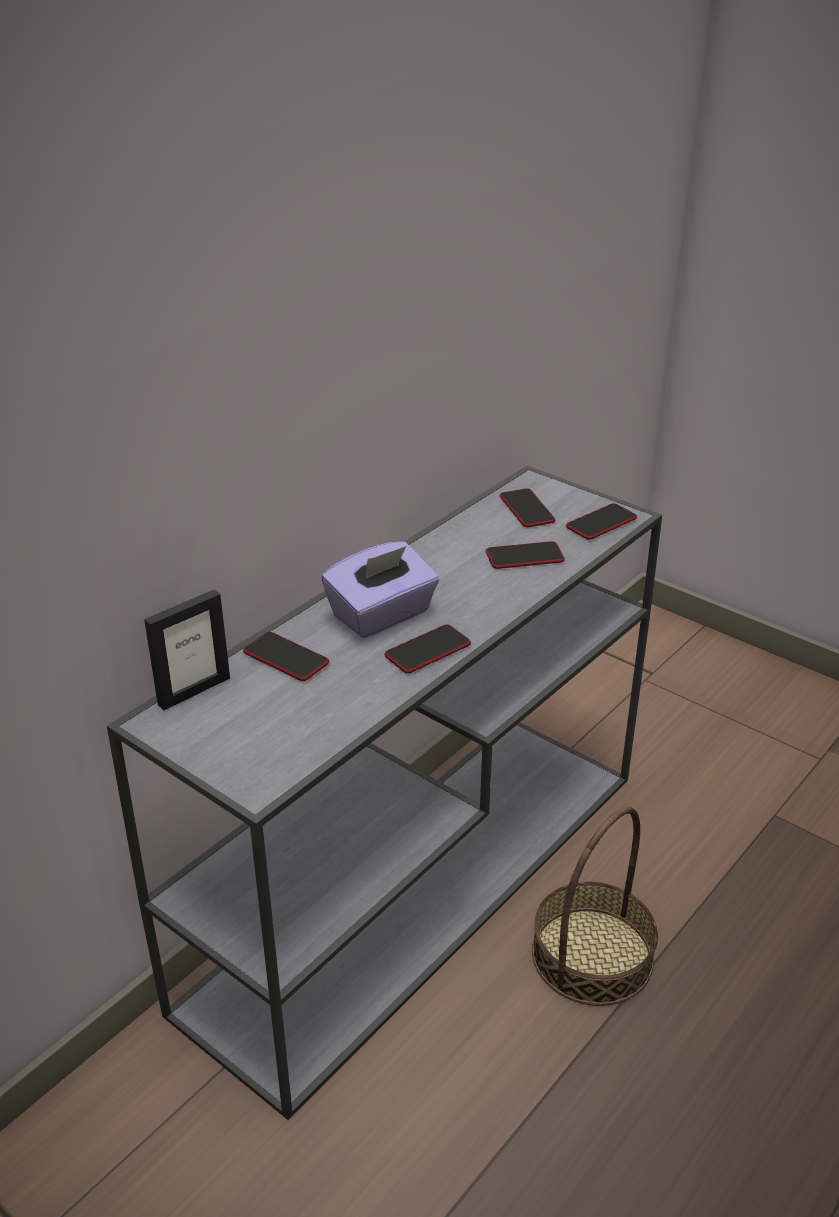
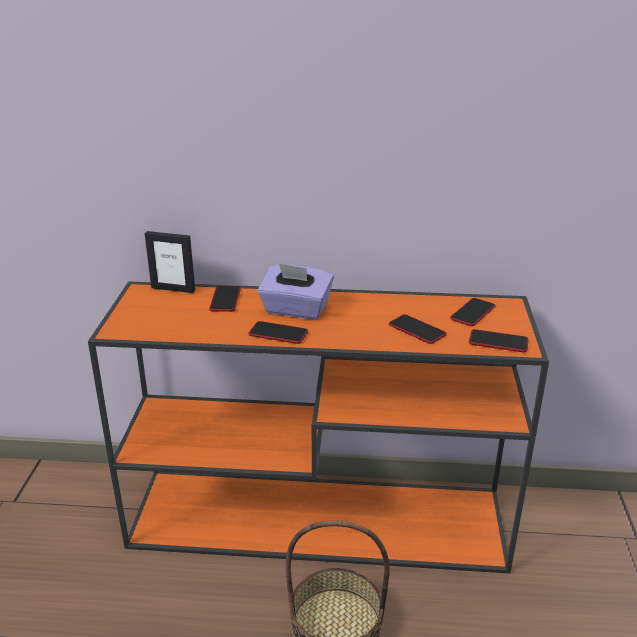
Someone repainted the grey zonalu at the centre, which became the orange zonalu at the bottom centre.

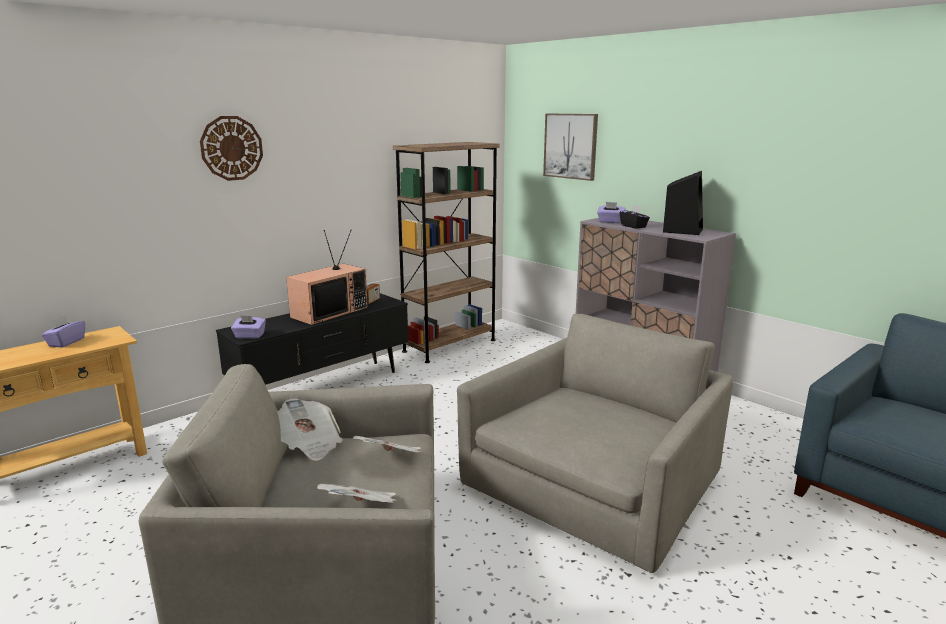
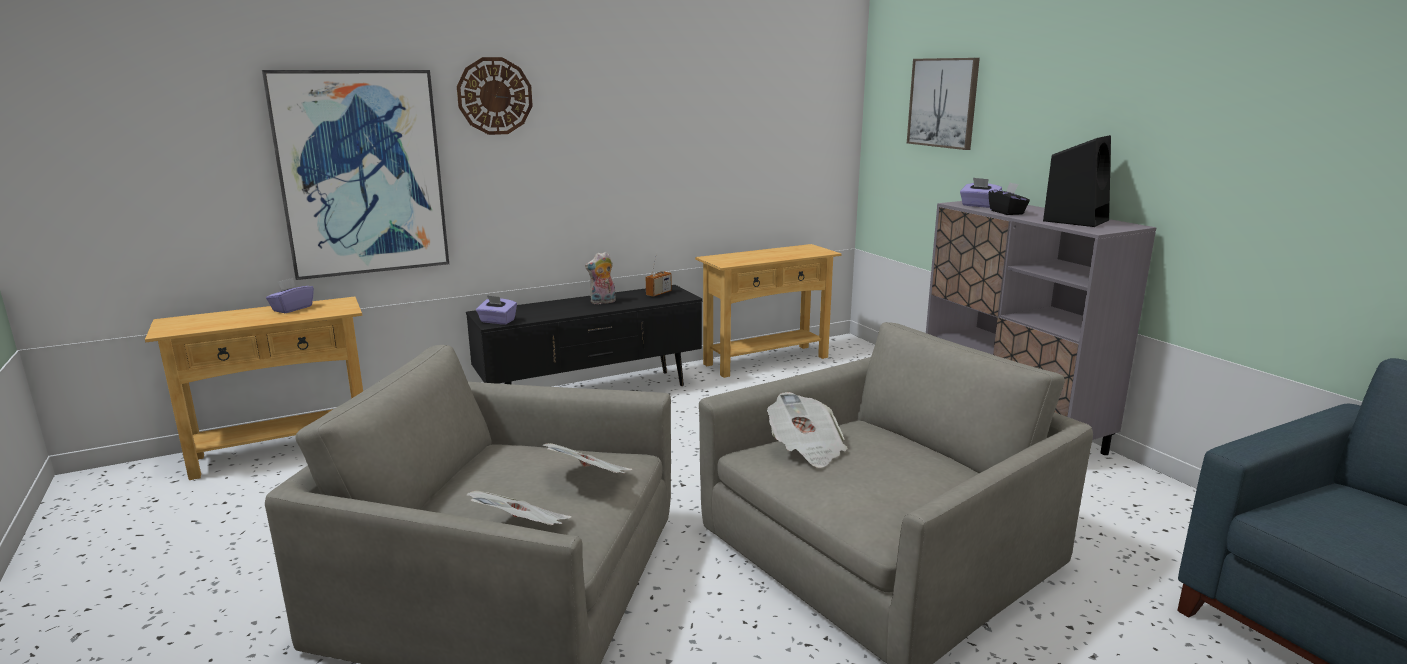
Someone swapped the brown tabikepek at the centre for the beige zonalu (no. 2 from left) at the centre. Someone swapped the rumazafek at the centre for the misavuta at the centre. Someone carried the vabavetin (no. 1 from left in the first image) from the bottom left to the centre. Someone put up the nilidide (no. 1 from left) at the top left.

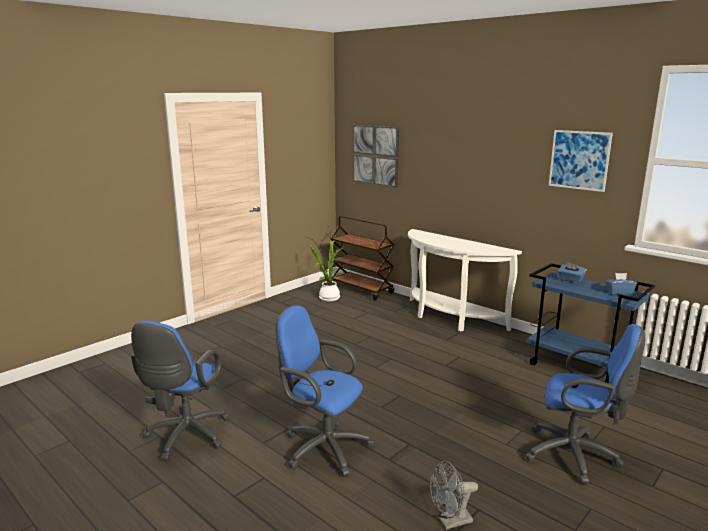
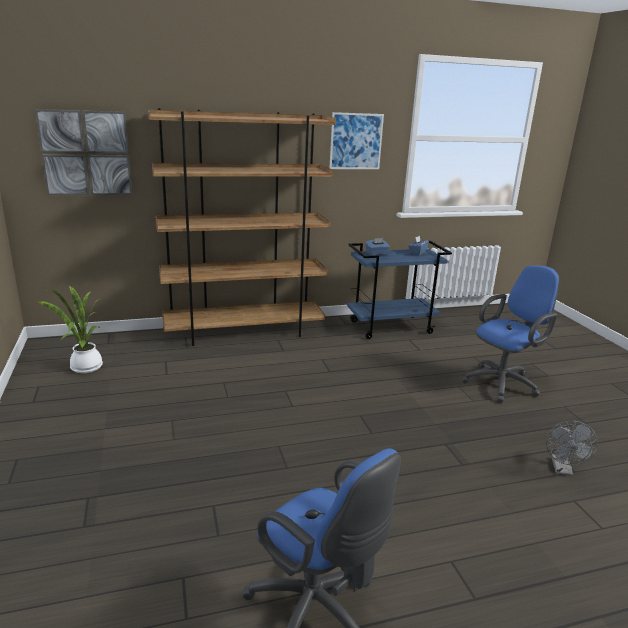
Someone took away the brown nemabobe at the centre. Someone swapped the white zonalu at the centre for the brown tabikepek at the centre. Someone took away the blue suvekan (no. 2 from left) at the bottom centre.

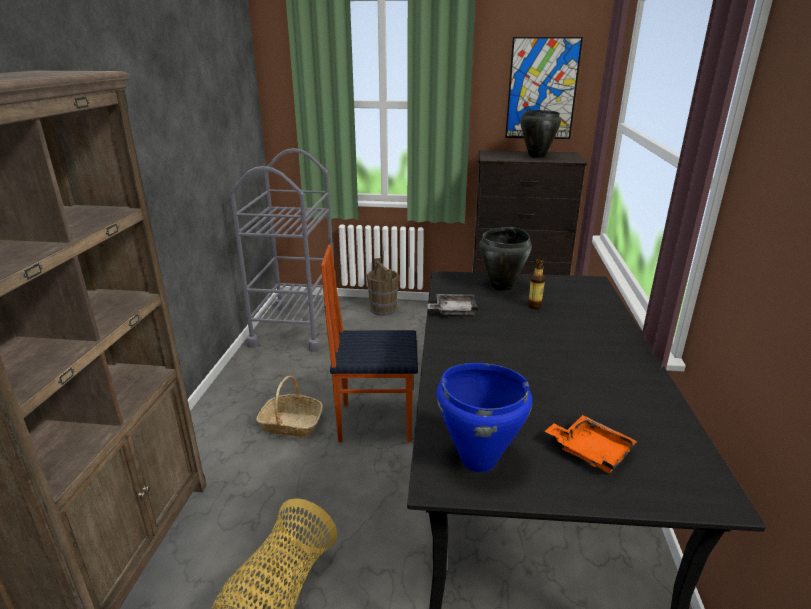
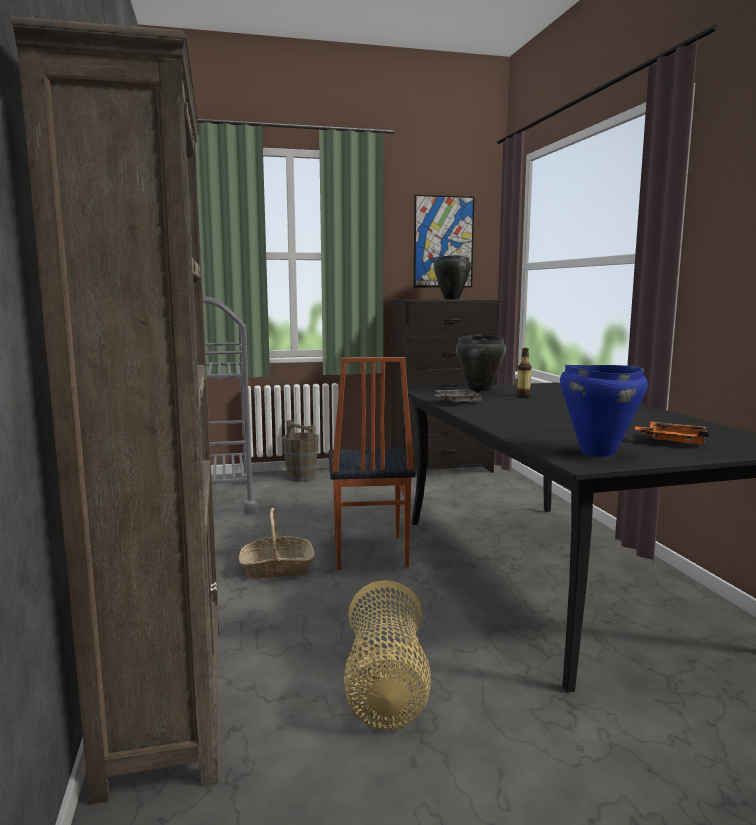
Someone rotated the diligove at the centre by 75 degrees counterclockwise.

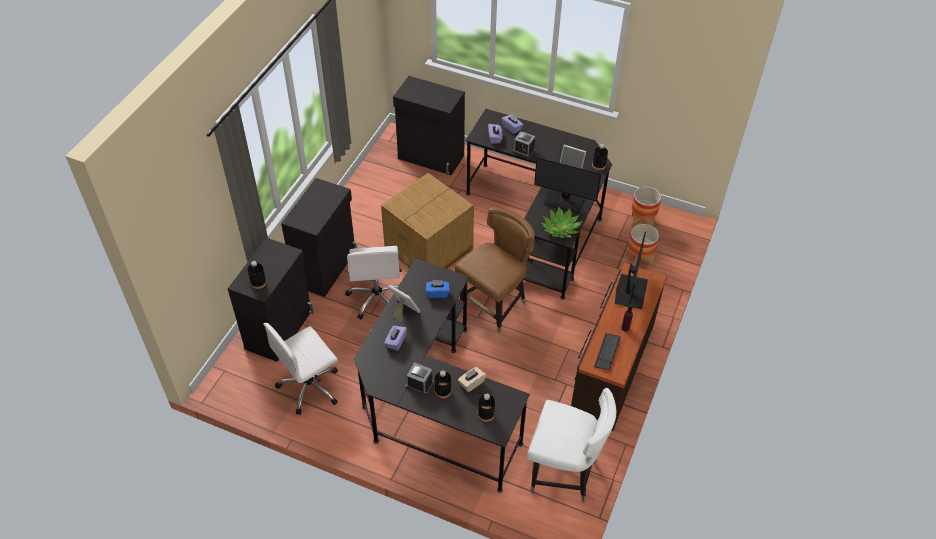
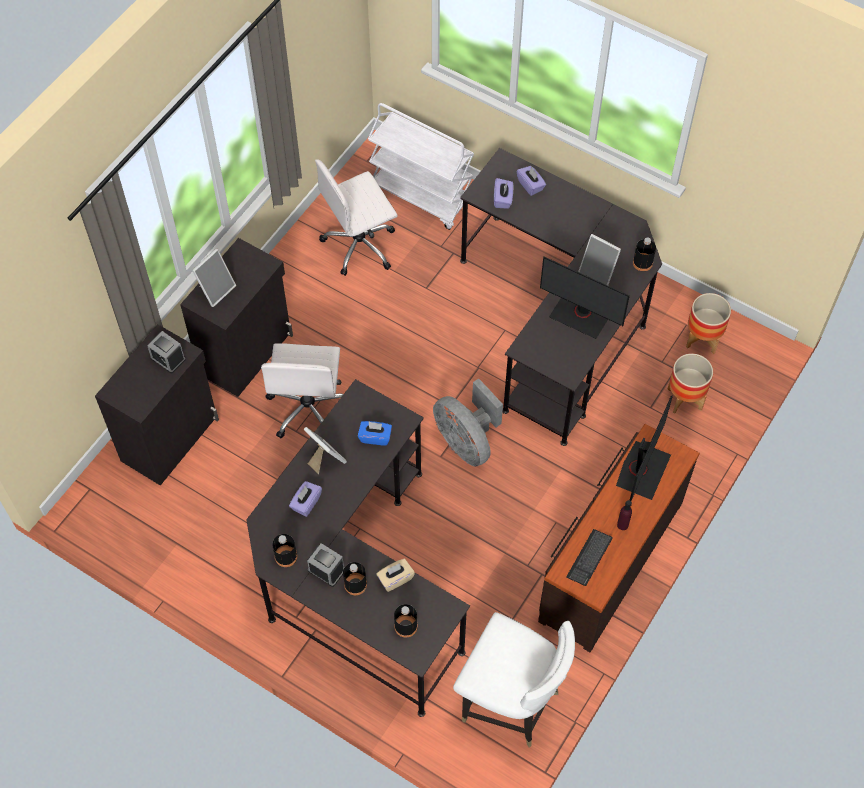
Someone swapped the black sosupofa (no. 3 from left) at the top centre for the white nemabobe at the top centre. Someone carried the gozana (no. 2 from left in the first image) from the top centre to the middle left. Someone took away the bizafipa at the centre. Someone took away the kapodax at the centre. Someone swapped the brown diligove at the centre for the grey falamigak at the centre. Someone carried the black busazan (no. 1 from left) from the middle left to the bottom left. Someone carried the white suvekan (no. 1 from left in the first image) from the bottom left to the top centre. Someone put down the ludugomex (no. 1 from left) at the middle left.

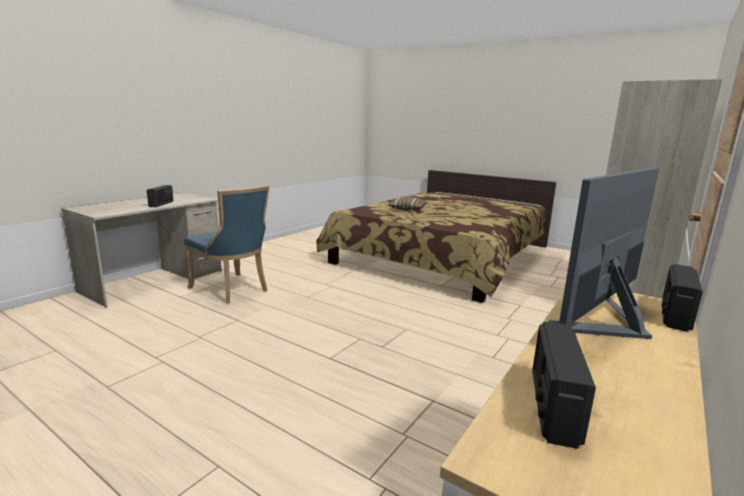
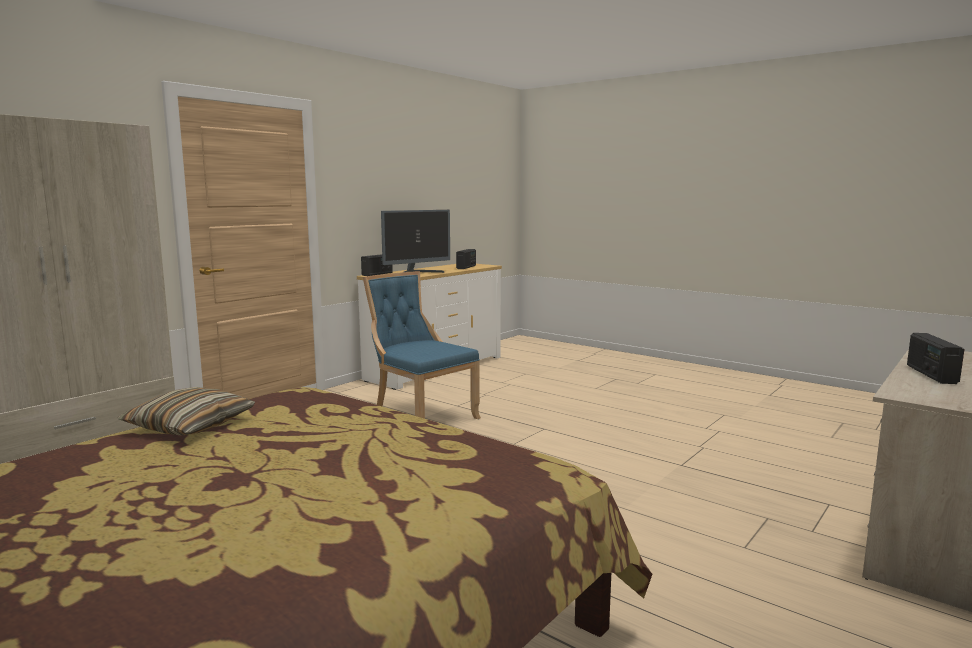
Someone carried the blue diligove from the middle left to the centre. Someone carried the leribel from the centre to the middle left.

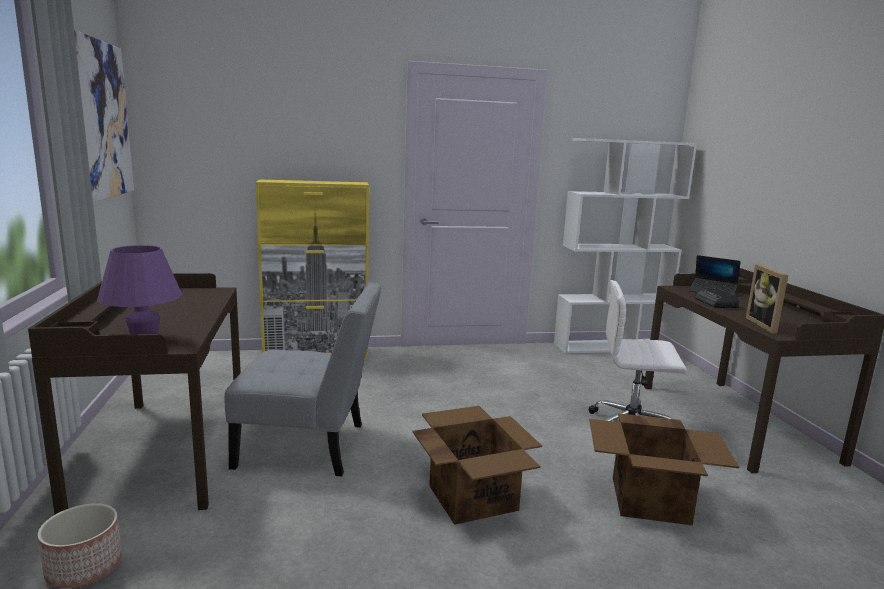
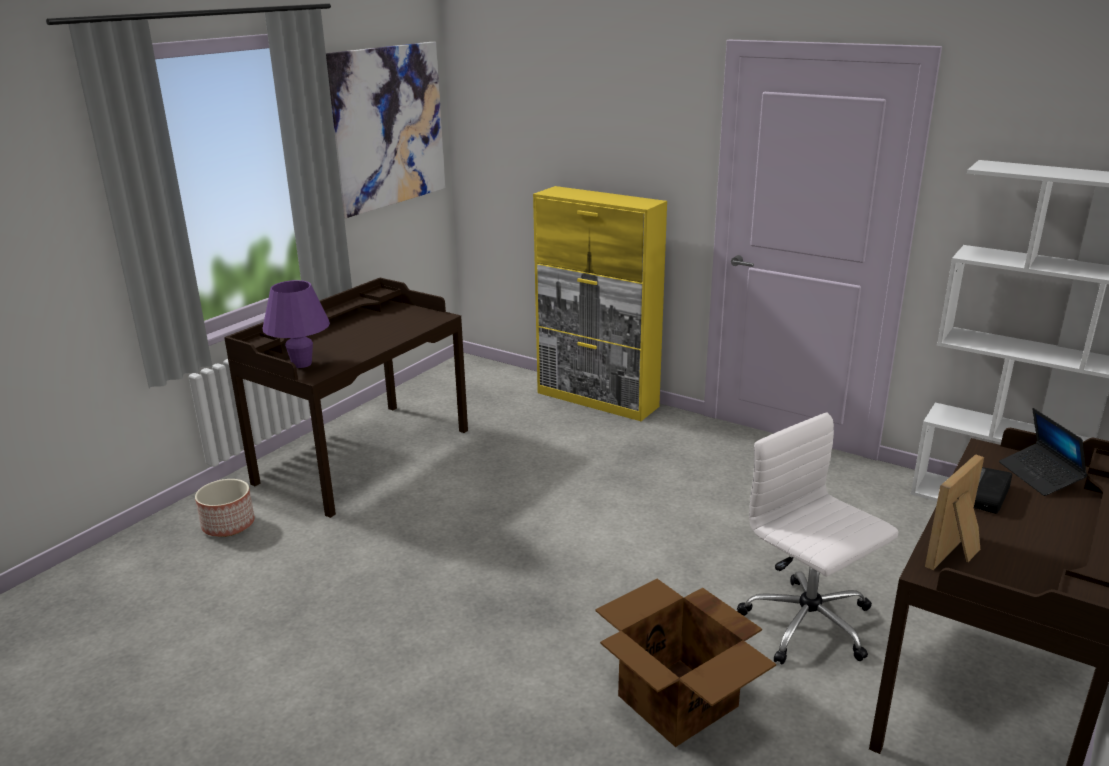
Someone took away the grey diligove at the centre. Someone took away the bizafipa (no. 1 from left) at the bottom centre.

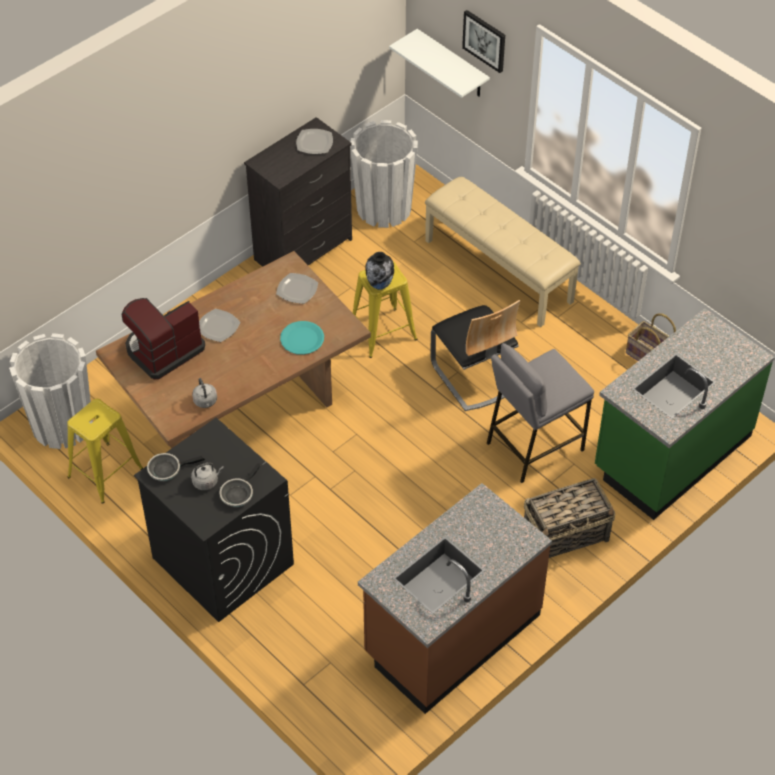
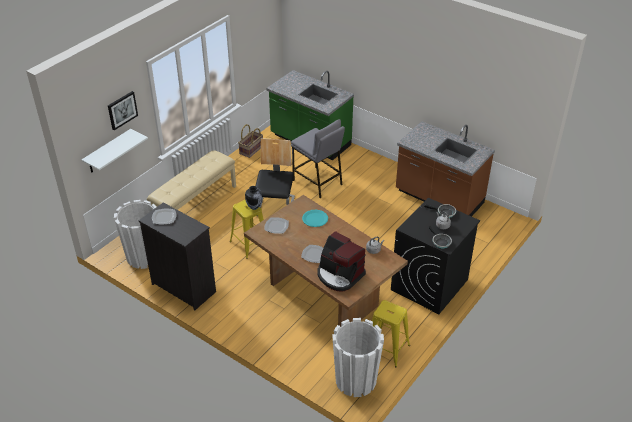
Someone rotated the diligove at the centre by 45 degrees counterclockwise. Someone took away the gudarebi (no. 1 from left) at the bottom right.

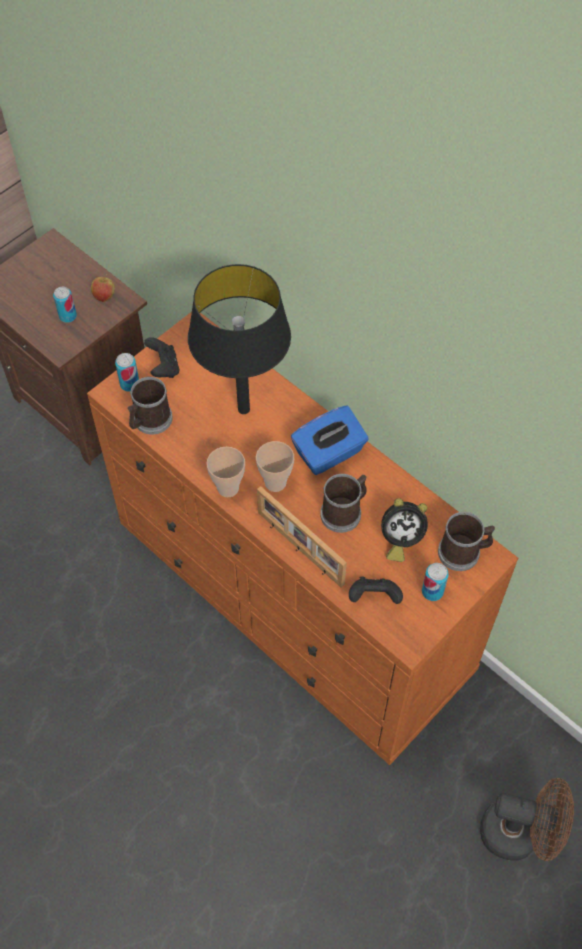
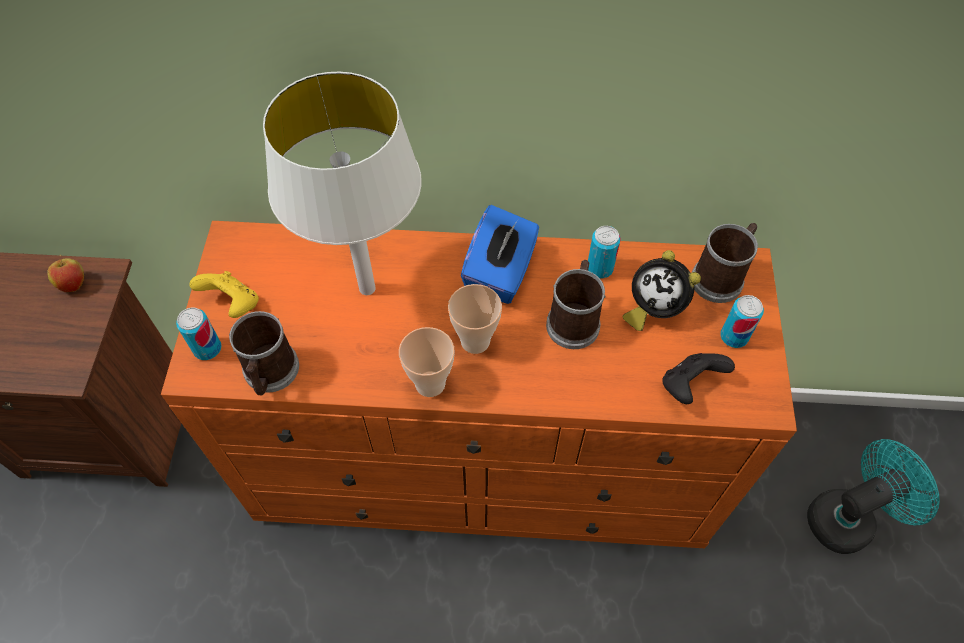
Someone repainted the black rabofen at the centre, which became the white rabofen at the top centre. Someone carried the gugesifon (no. 1 from left in the first image) from the top left to the centre. Someone repainted the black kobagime (no. 1 from left) at the middle left, which became the yellow kobagime at the middle left. Someone took away the ludugomex at the centre. Someone rotated the gozana at the middle right by 75 degrees clockwise. Someone repainted the brown falamigak at the bottom right, which became the turquoise falamigak at the bottom right.

